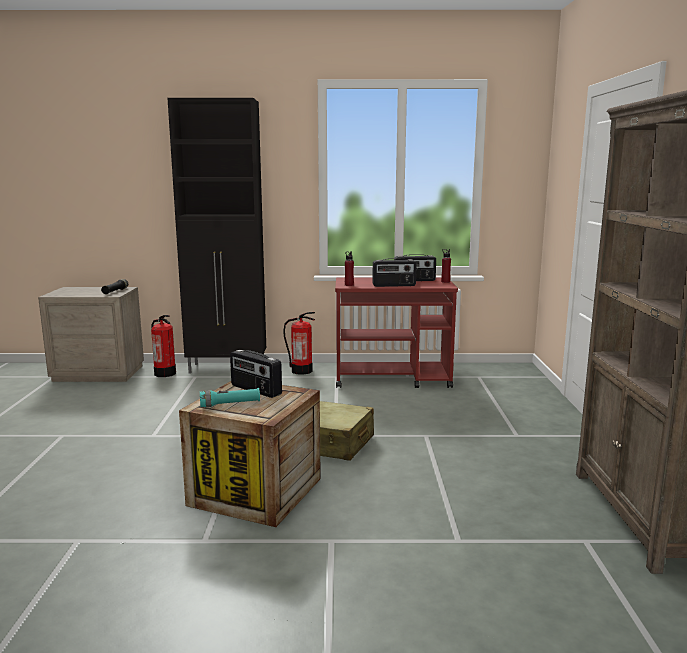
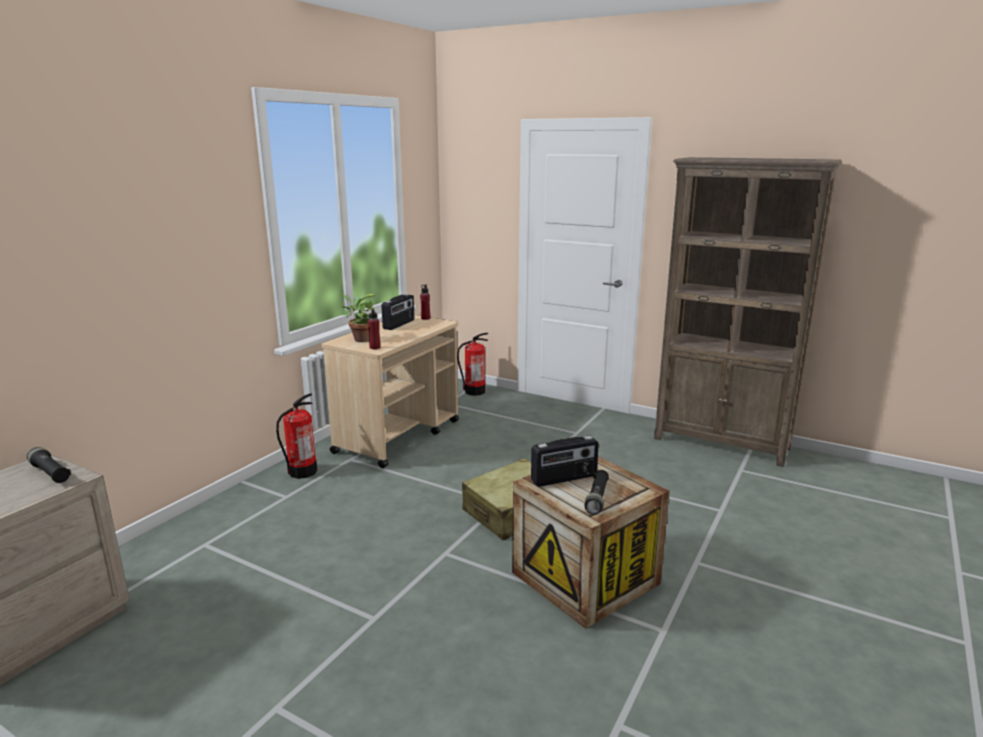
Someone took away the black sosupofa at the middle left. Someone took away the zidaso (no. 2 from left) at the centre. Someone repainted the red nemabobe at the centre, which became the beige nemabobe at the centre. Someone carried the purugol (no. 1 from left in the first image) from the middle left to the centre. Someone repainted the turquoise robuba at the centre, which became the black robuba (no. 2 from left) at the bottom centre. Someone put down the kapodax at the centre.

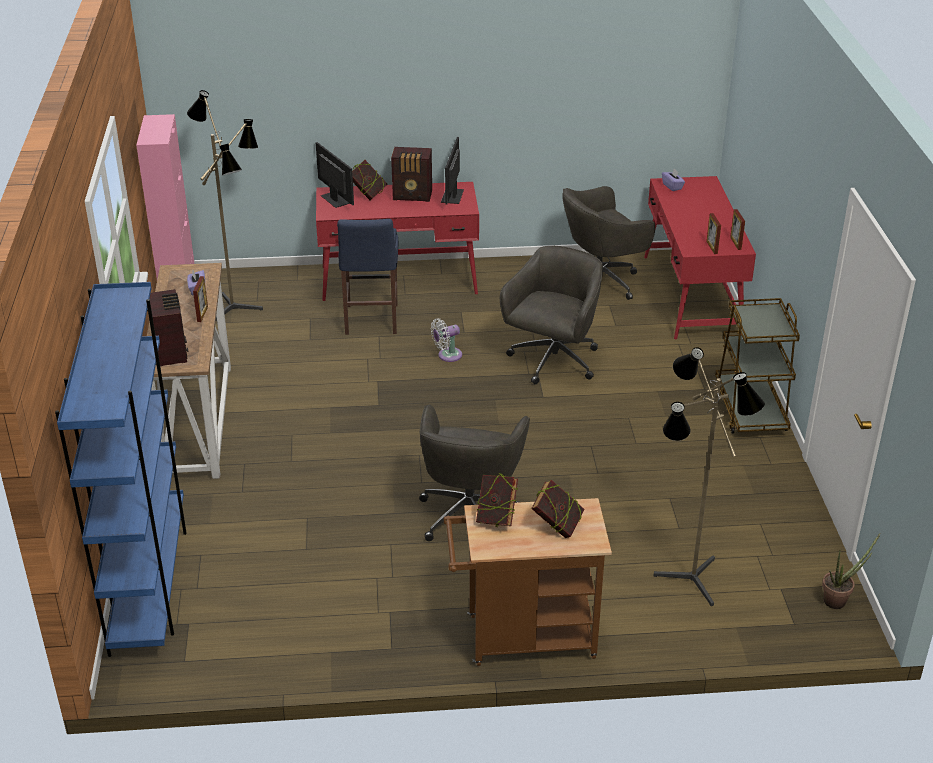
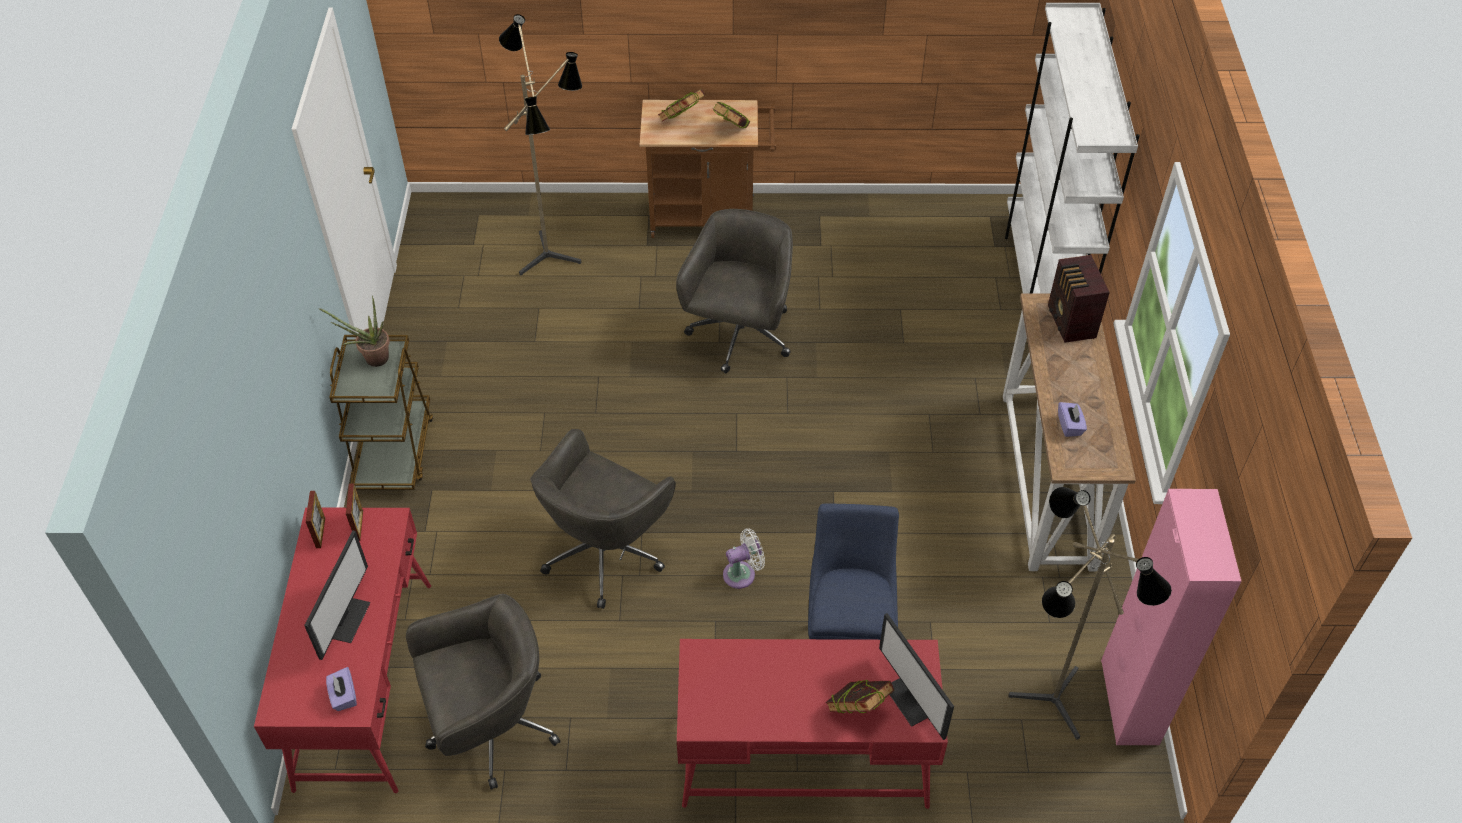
Someone carried the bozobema (no. 2 from left in the first image) from the top centre to the bottom left. Someone took away the zidaso (no. 2 from left) at the top centre. Someone took away the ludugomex (no. 1 from left) at the middle left. Someone repainted the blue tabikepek at the middle left, which became the white tabikepek at the top right. Someone carried the kapodax from the bottom right to the middle left.

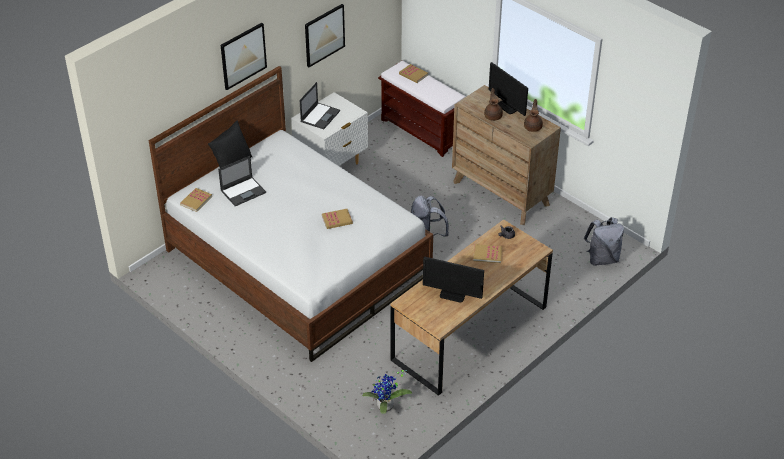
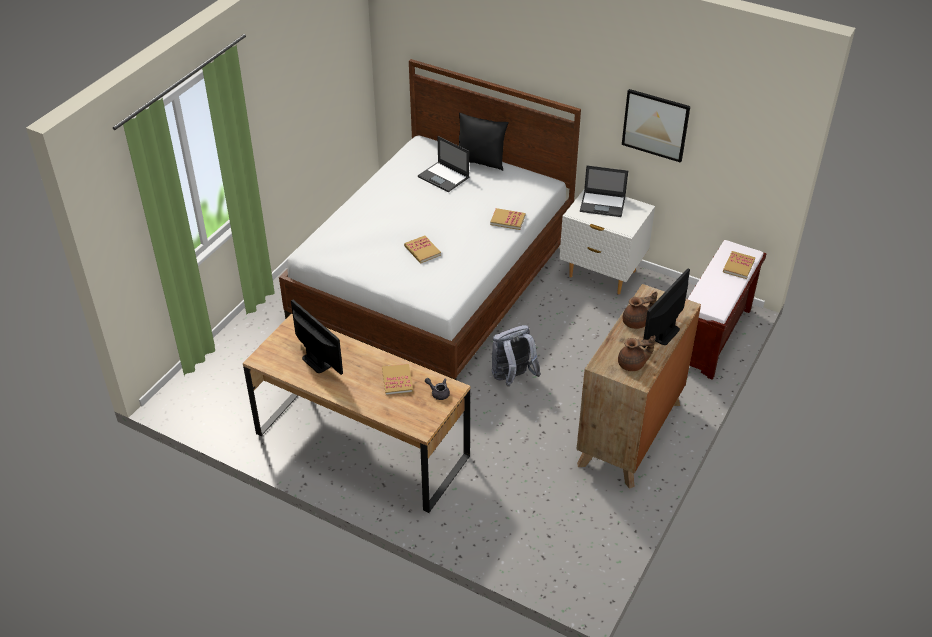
Someone took away the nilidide (no. 1 from left) at the top left. Someone carried the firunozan (no. 1 from left in the first image) from the middle left to the centre. Someone took away the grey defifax (no. 2 from left) at the middle right. Someone rotated the bozobema (no. 1 from left) at the centre by 135 degrees clockwise. Someone took away the kapodax at the bottom centre.

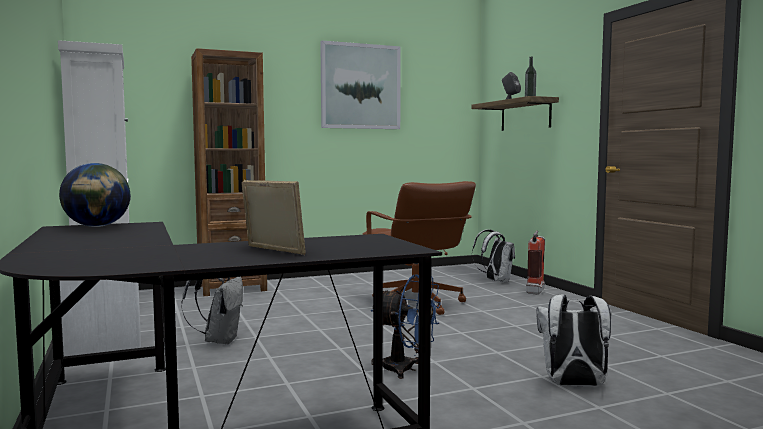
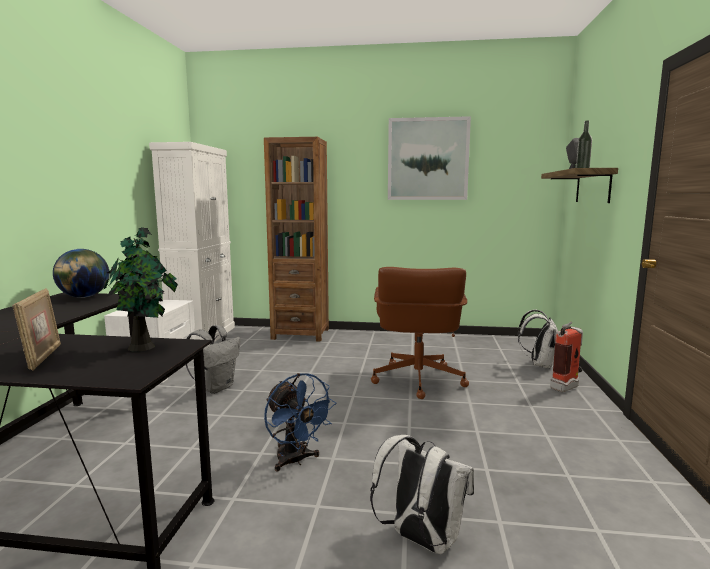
Someone put down the kapodax at the middle left.

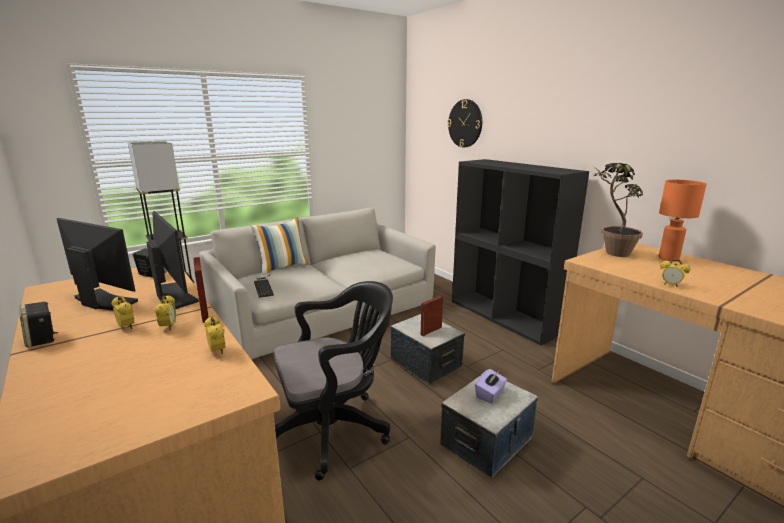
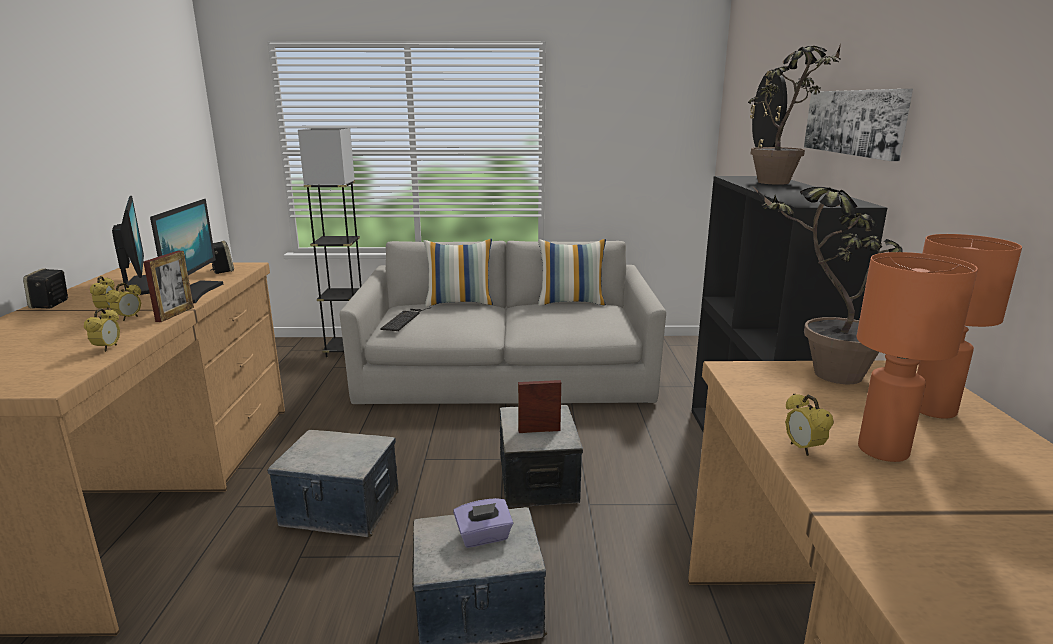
Someone swapped the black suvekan at the bottom centre for the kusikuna (no. 1 from left) at the bottom left. Someone put down the kapodax (no. 1 from left) at the top right. Someone put up the nilidide at the top right. Someone put down the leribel (no. 2 from left) at the centre. Someone put down the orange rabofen (no. 1 from left) at the middle right.

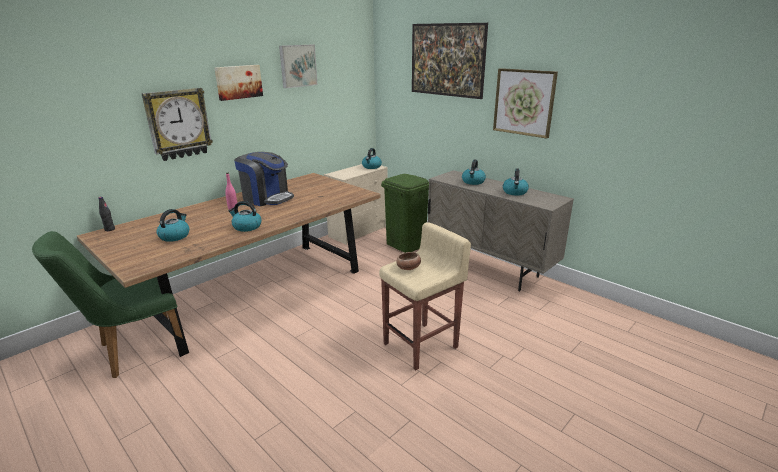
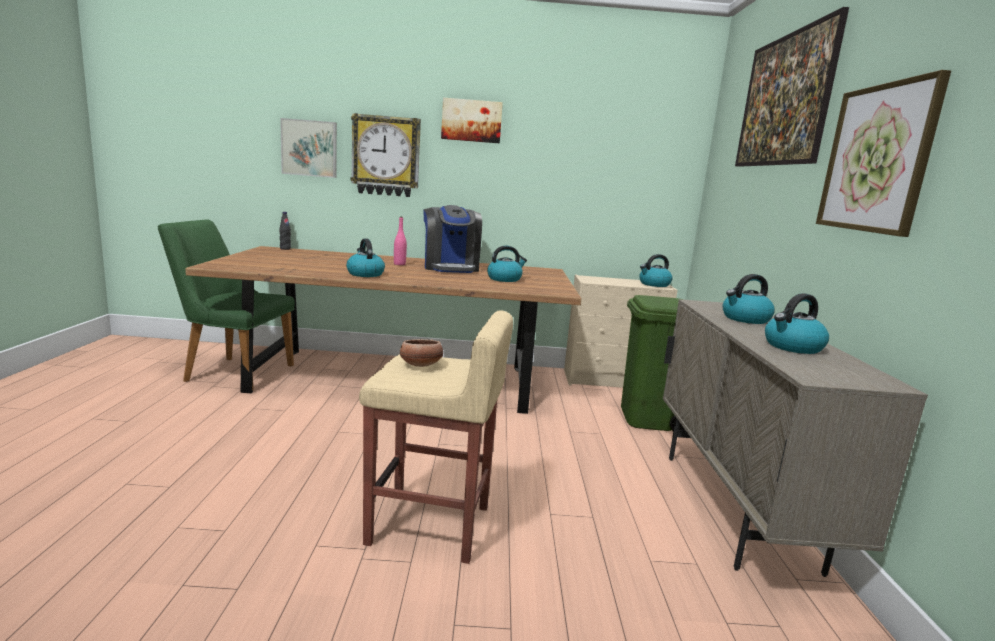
Someone carried the nilidide (no. 2 from left in the first image) from the top centre to the top left. Someone carried the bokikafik (no. 1 from left in the first image) from the middle left to the centre.

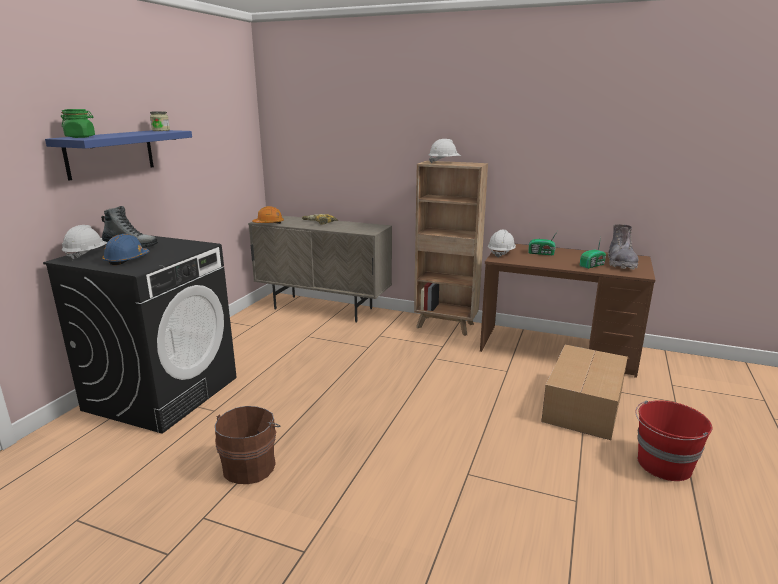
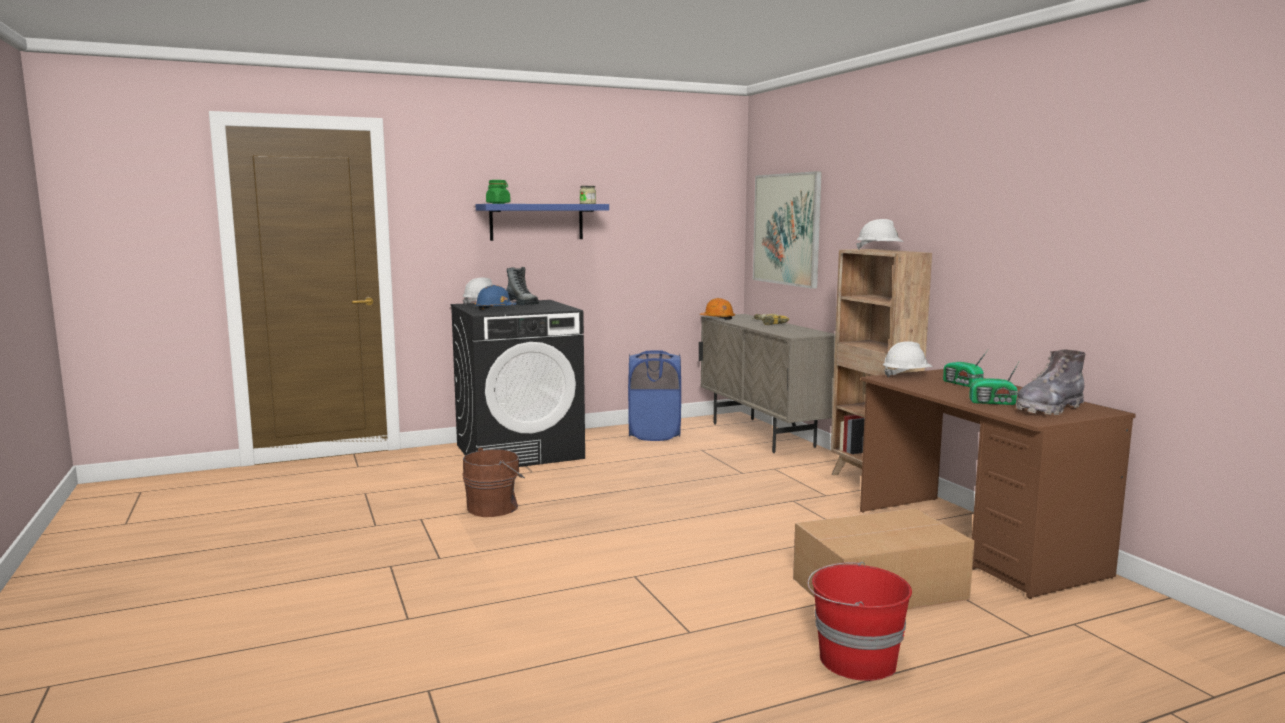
Someone put up the nilidide at the top centre. Someone put down the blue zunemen at the centre.

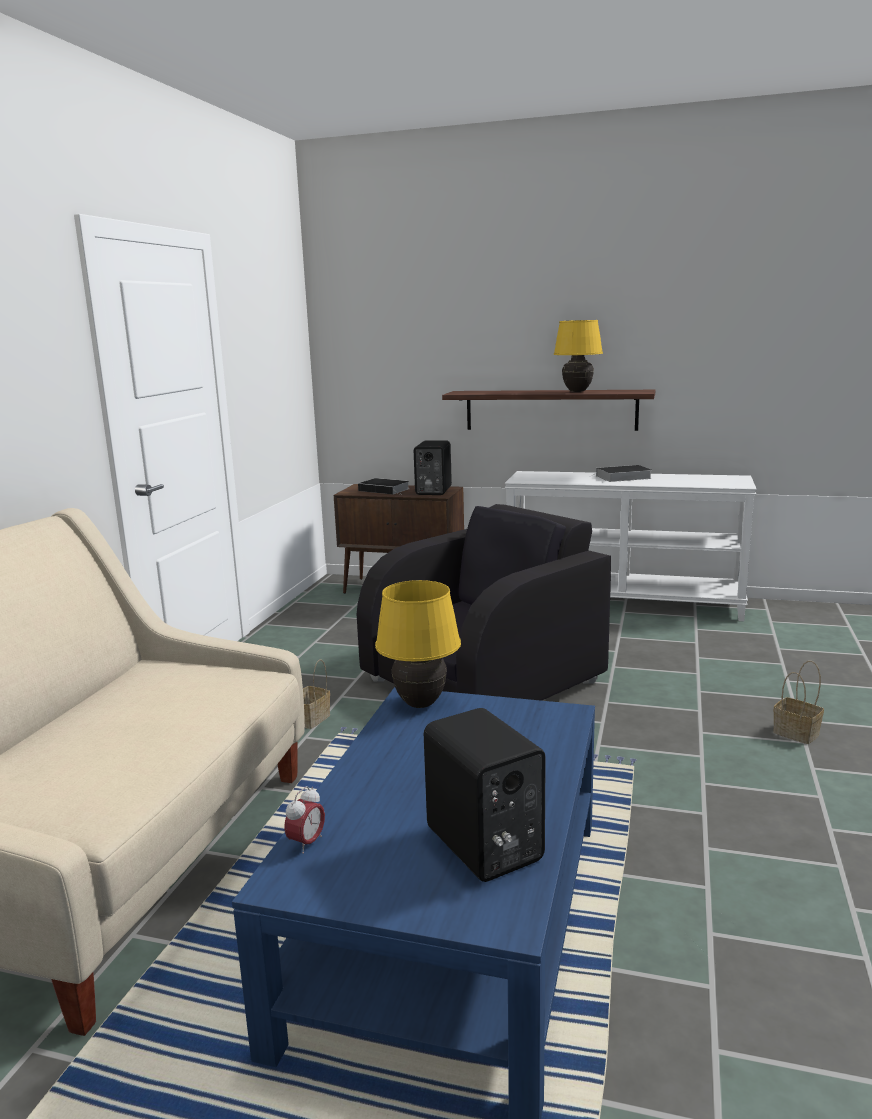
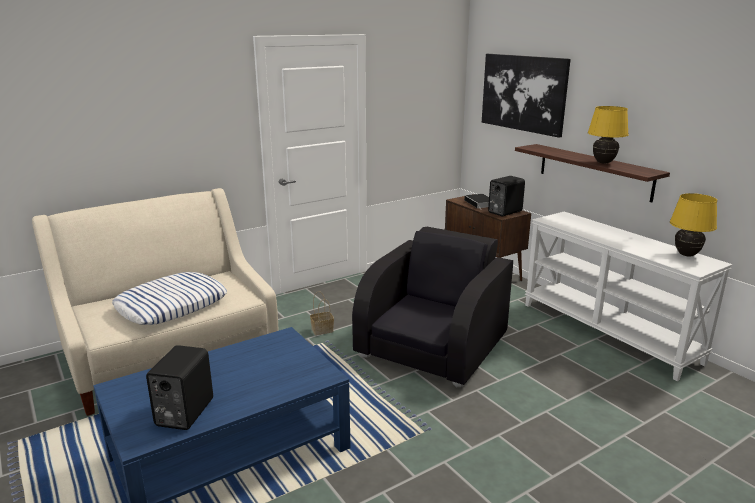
Someone took away the firunozan (no. 2 from left) at the middle right. Someone rotated the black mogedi at the centre by 60 degrees counterclockwise. Someone carried the yellow rabofen (no. 1 from left in the first image) from the centre to the middle right. Someone took away the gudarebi (no. 2 from left) at the middle right. Someone took away the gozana at the bottom centre. Someone put up the nilidide at the top right. Someone put down the leribel at the middle left.

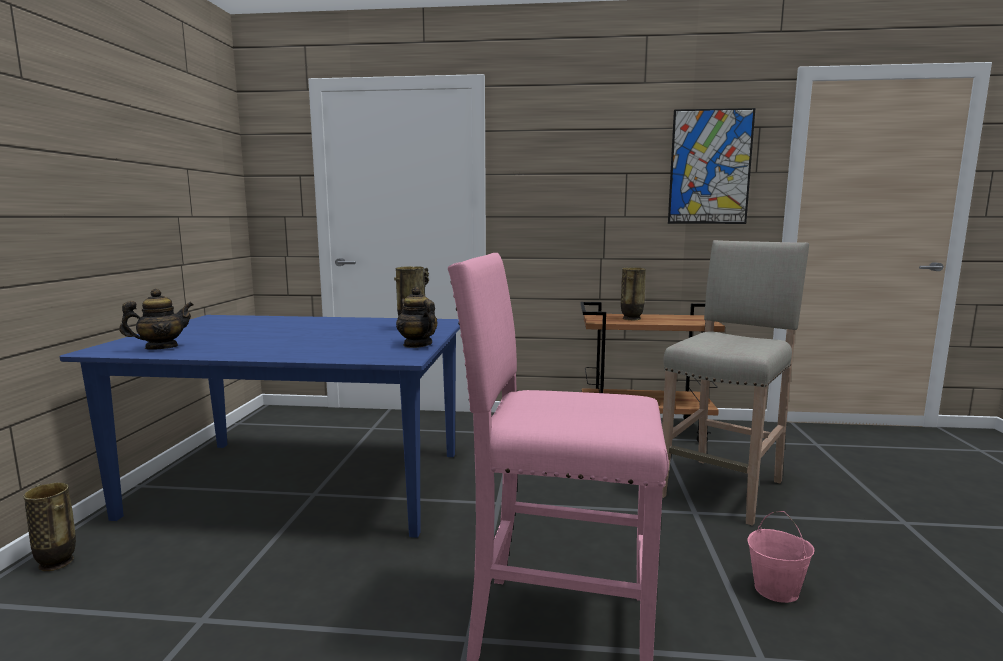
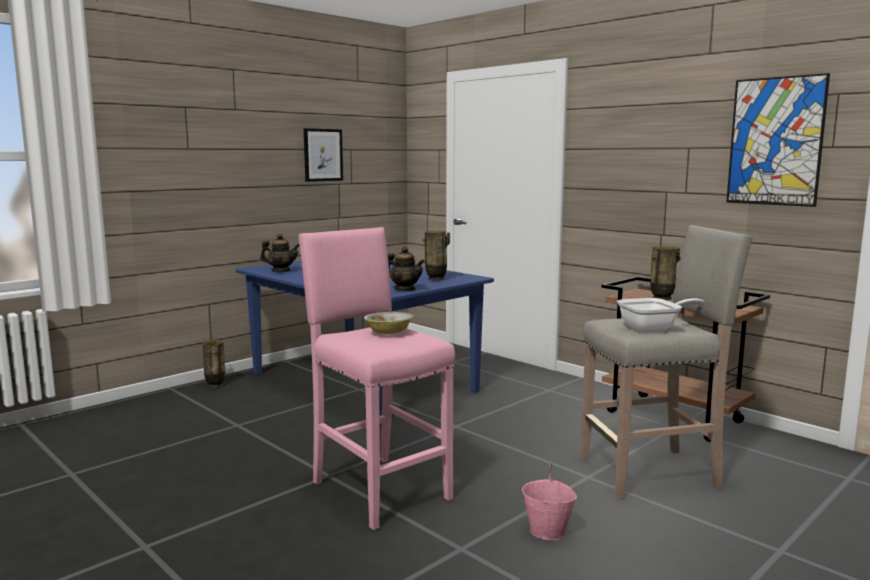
Someone rotated the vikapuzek (no. 2 from left) at the centre by 120 degrees clockwise. Someone put up the nilidide (no. 1 from left) at the top centre. Someone put down the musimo at the middle right. Someone put down the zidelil at the centre.

